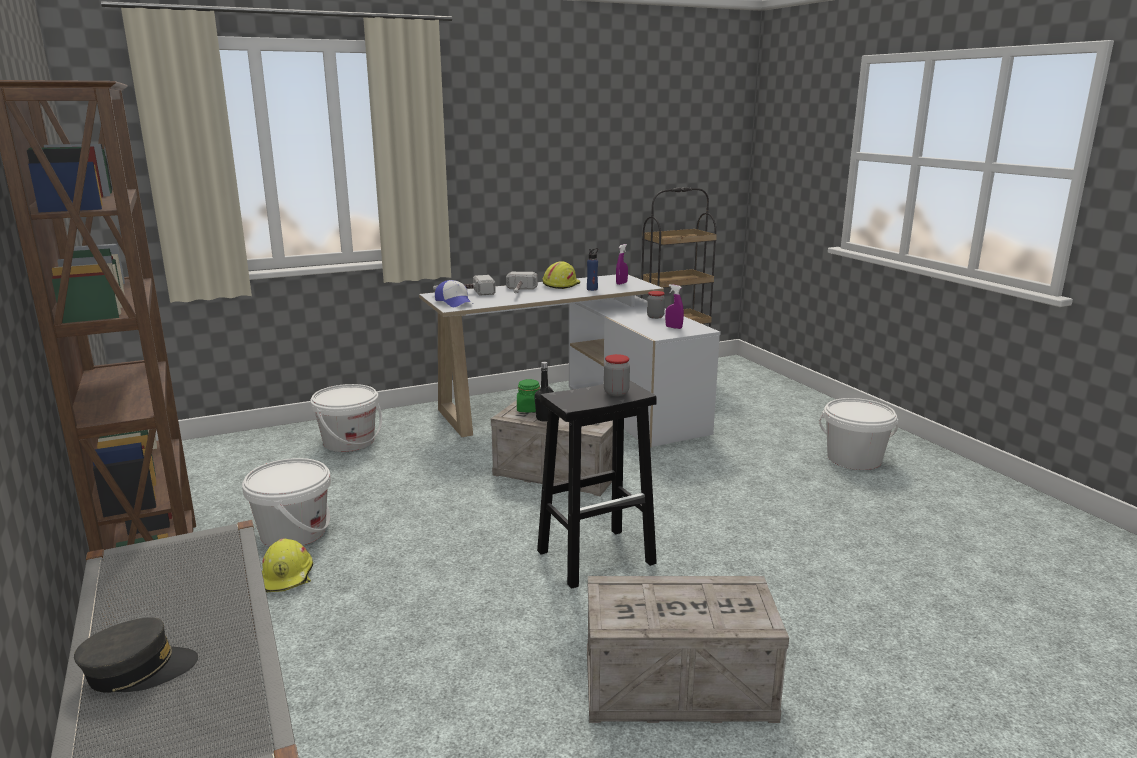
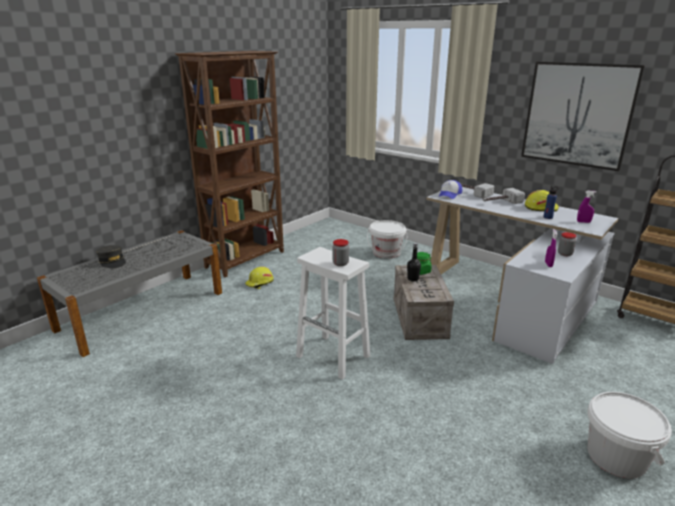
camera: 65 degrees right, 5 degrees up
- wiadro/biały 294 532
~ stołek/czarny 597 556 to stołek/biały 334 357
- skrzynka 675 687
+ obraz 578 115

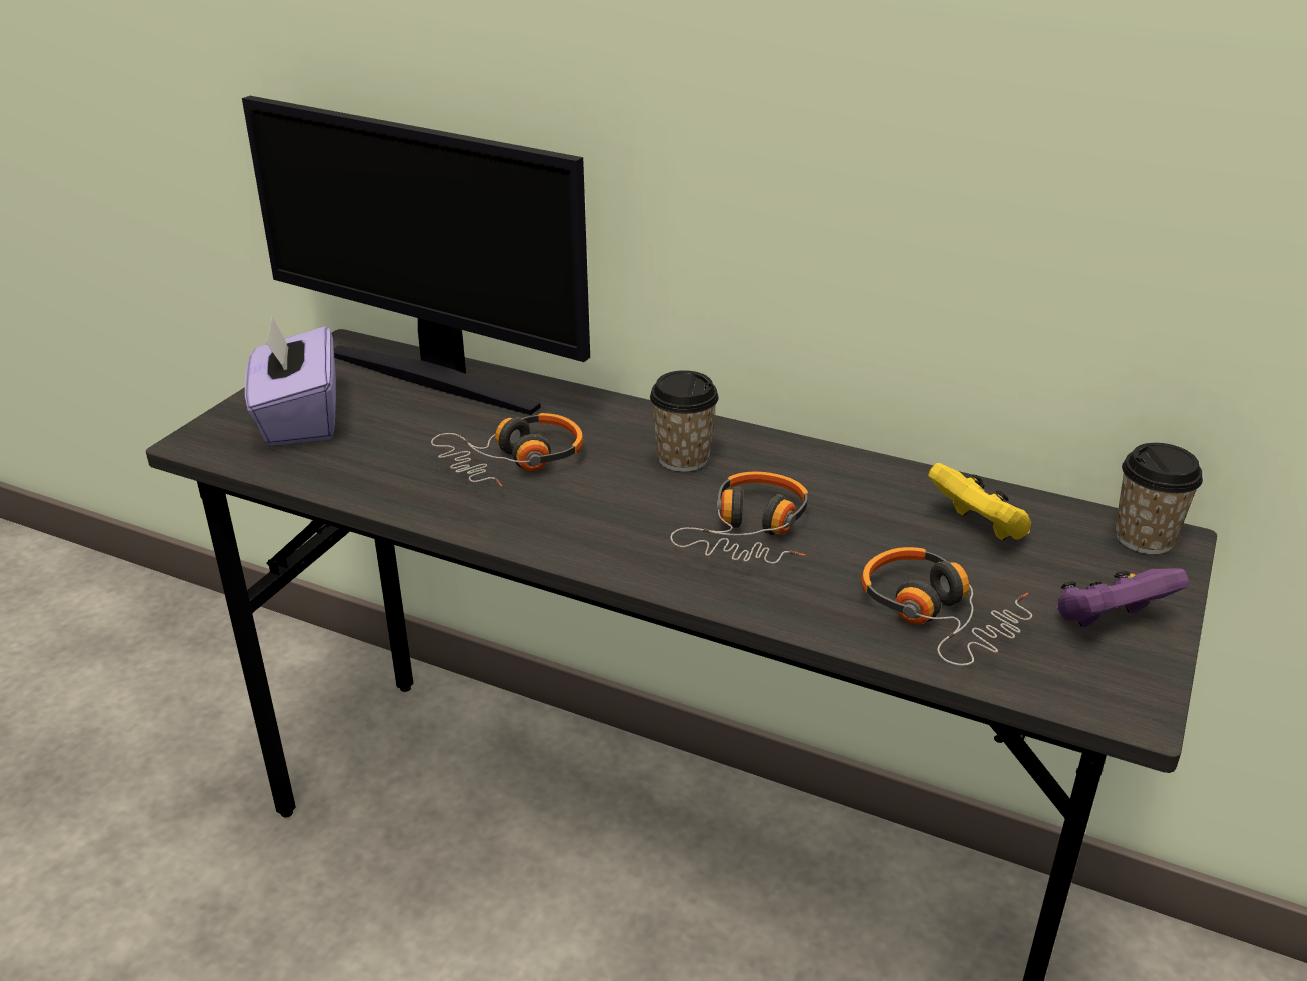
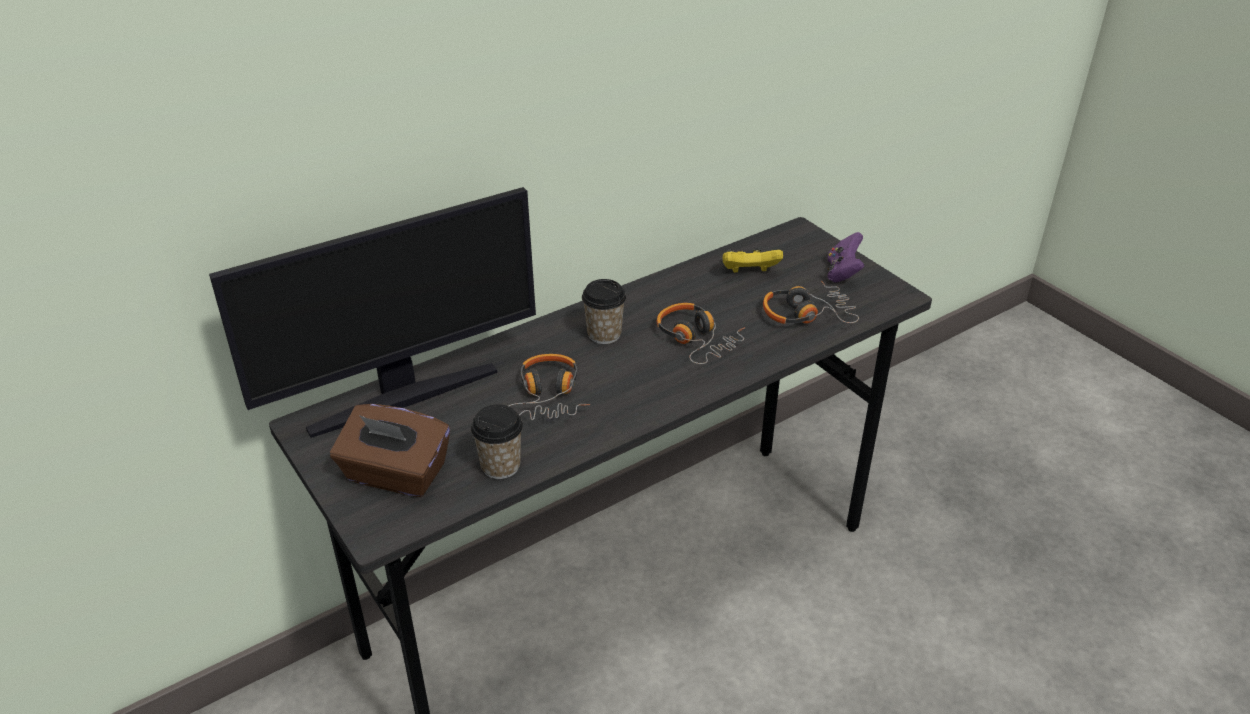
camera: 60 degrees left, 5 degrees up
~ pudełko chusteczek/fioletowy 299 419 to pudełko chusteczek/brązowy 395 474
~ filiżanka 1144 538 to 500 466

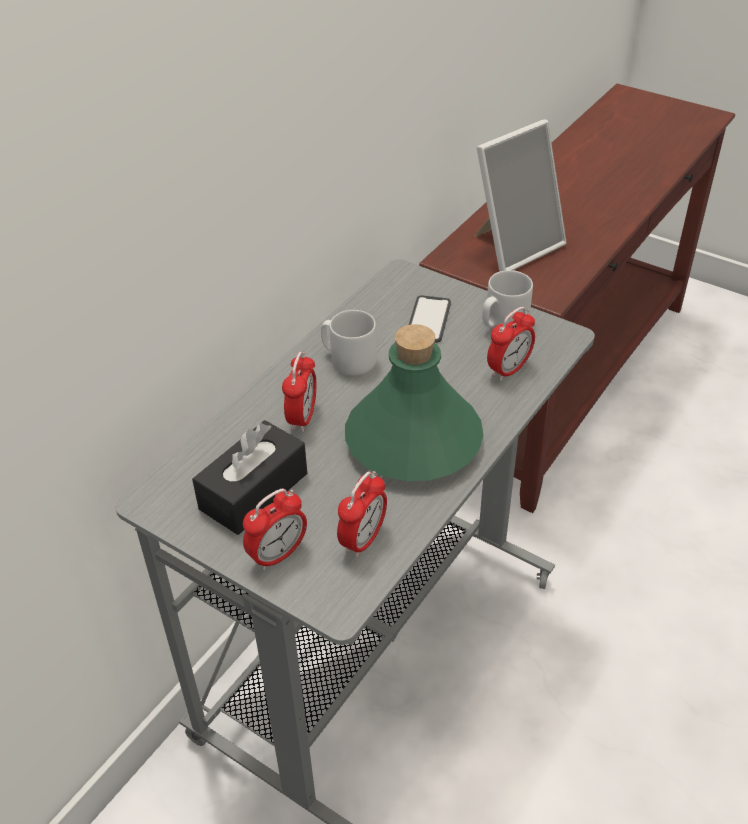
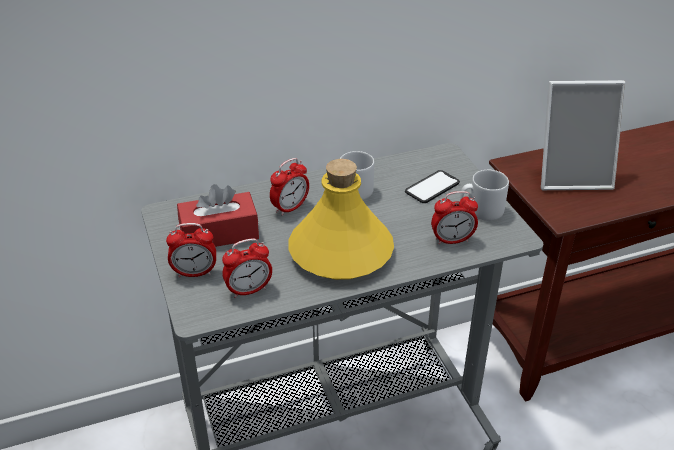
camera: 35 degrees right, 5 degrees down
~ pudełko chusteczek/czarny 254 491 to pudełko chusteczek/czerwony 219 234
~ butelka/zielony 413 440 to butelka/żółty 341 251

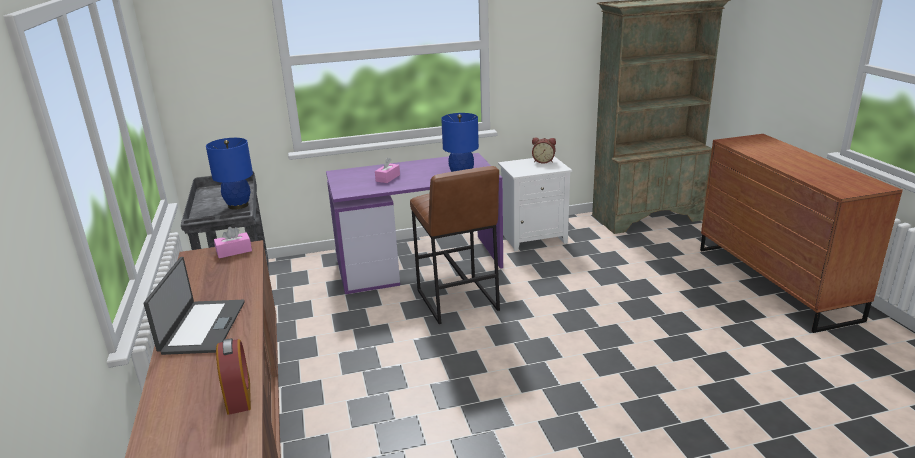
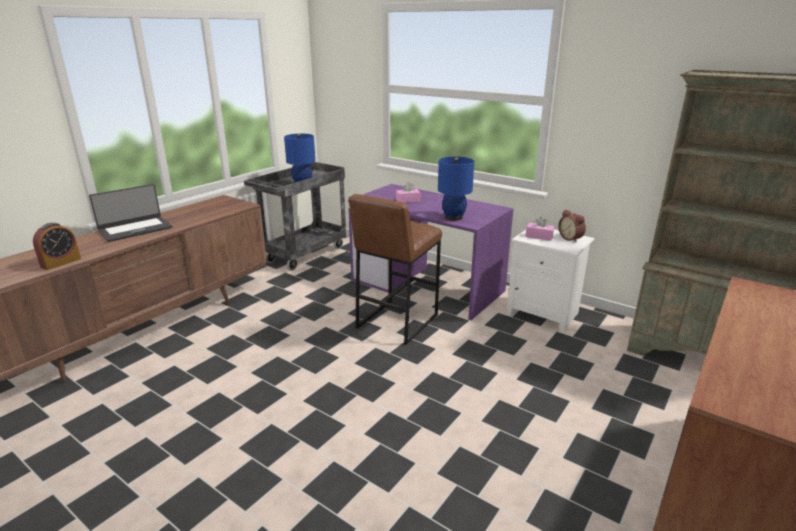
camera: 50 degrees right, 0 degrees up
~ pudełko chusteczek/różowy 234 251 to 539 236

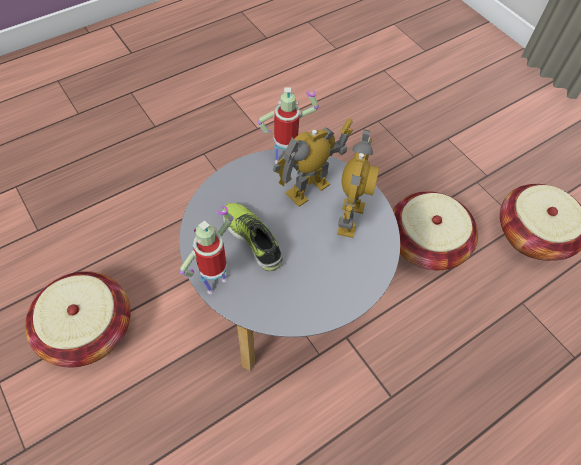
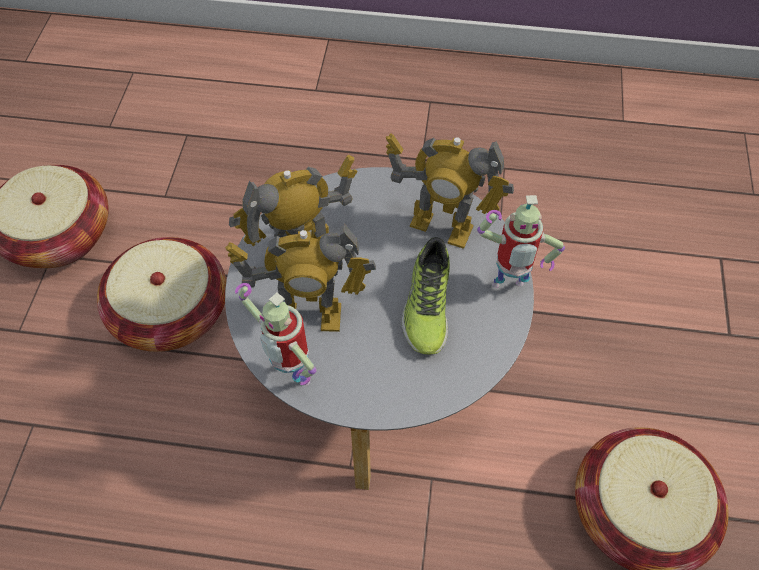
camera: 135 degrees left, 0 degrees up
+ robot zabawkowy 441 227

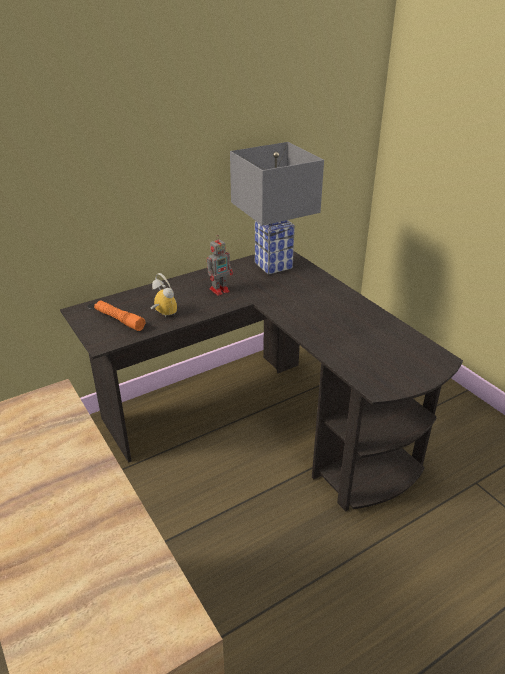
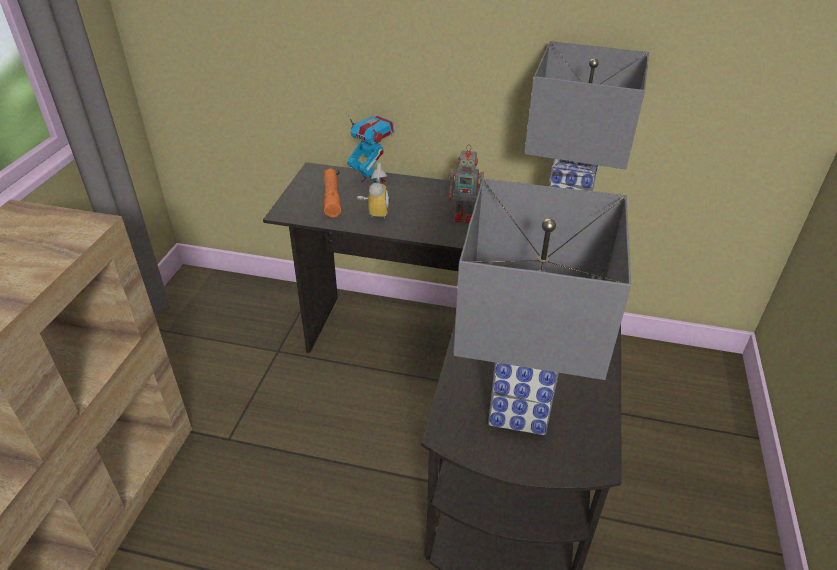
camera: 45 degrees right, 5 degrees up
+ robot zabawkowy 372 180
+ lampa stołowa/szary 520 410

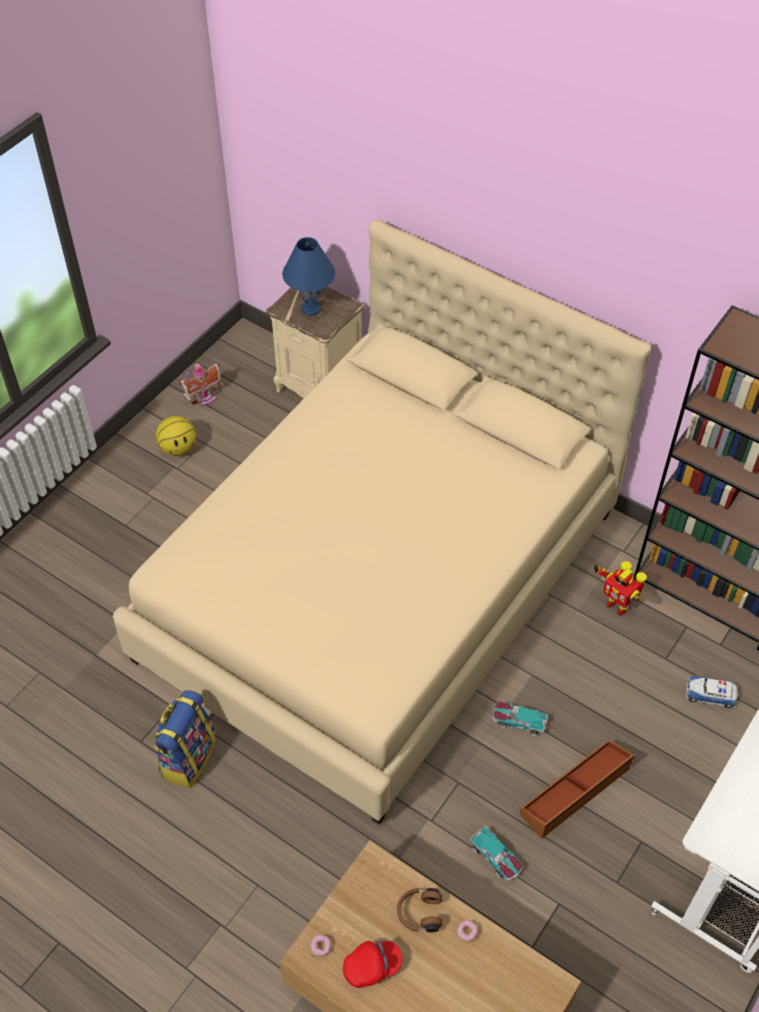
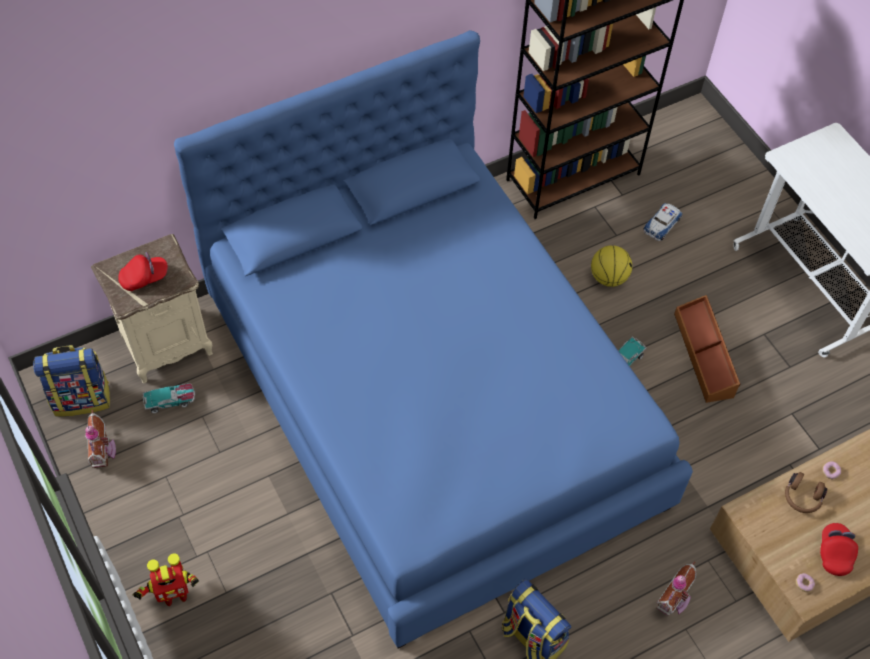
camera: 65 degrees left, 5 degrees up
~ łóżko/beżowy 380 584 to łóżko/niebieski 431 398
~ piłka do koszykówki 178 448 to 608 277
~ lampa stołowa/niebieski 311 308 to czapka z daszkiem/czerwony 144 278
~ samochodzik 496 857 to 170 400
~ robot zabawkowy 617 605 to 174 595
+ plecak 82 398
+ domek 675 600

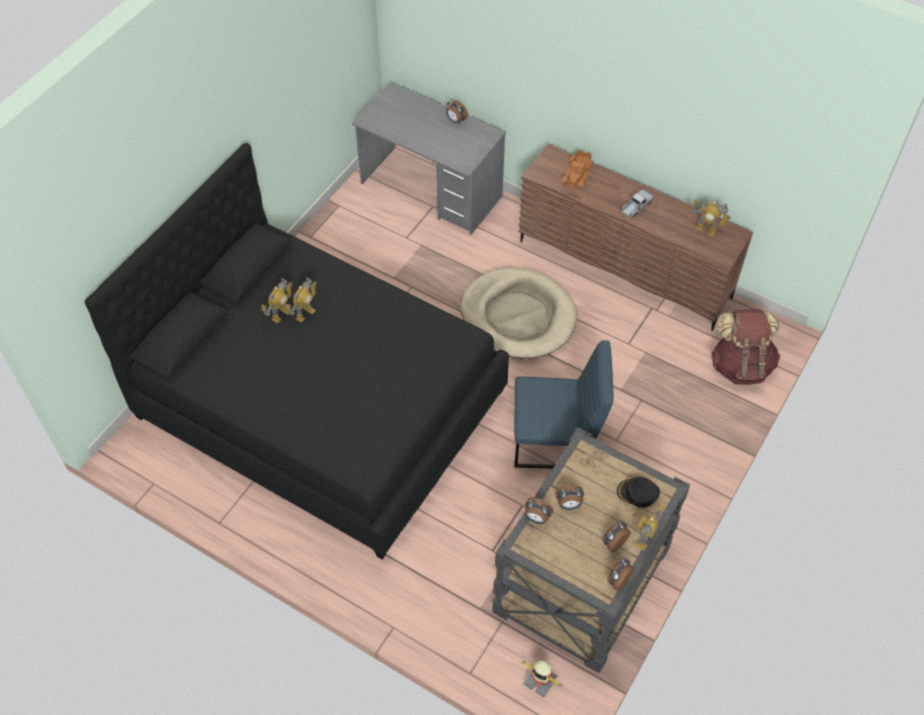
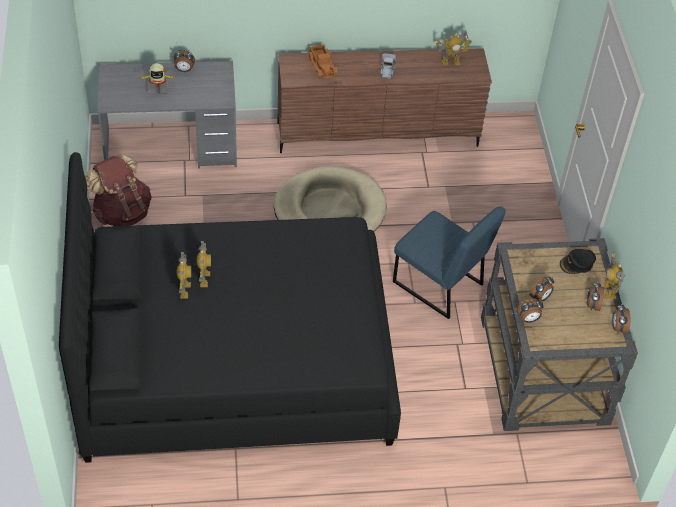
camera: 40 degrees left, 5 degrees down
~ krzesło/niebieski 556 441 = 439 285 75 degrees clockwise
~ robot zabawkowy 540 680 to 158 87
~ plecak/brązowy 740 365 to 121 212

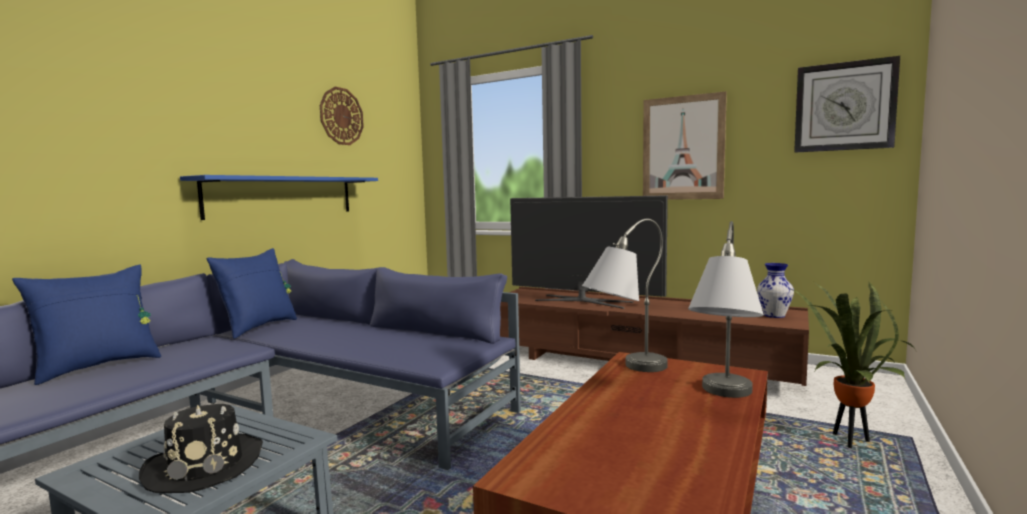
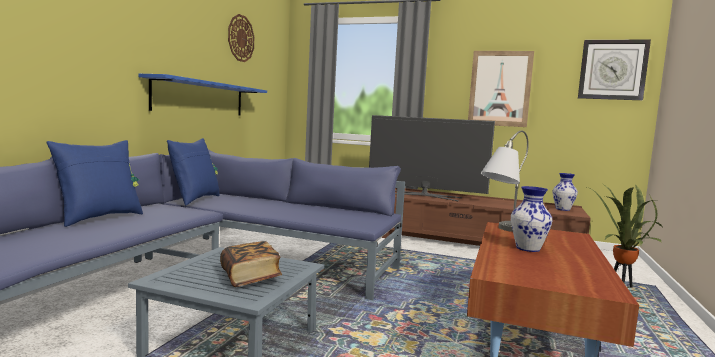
camera: 10 degrees left, 0 degrees up
~ kapelusz/czarny 206 465 to książka 250 277
- lampa stołowa/szary 723 400
+ wazon 527 248

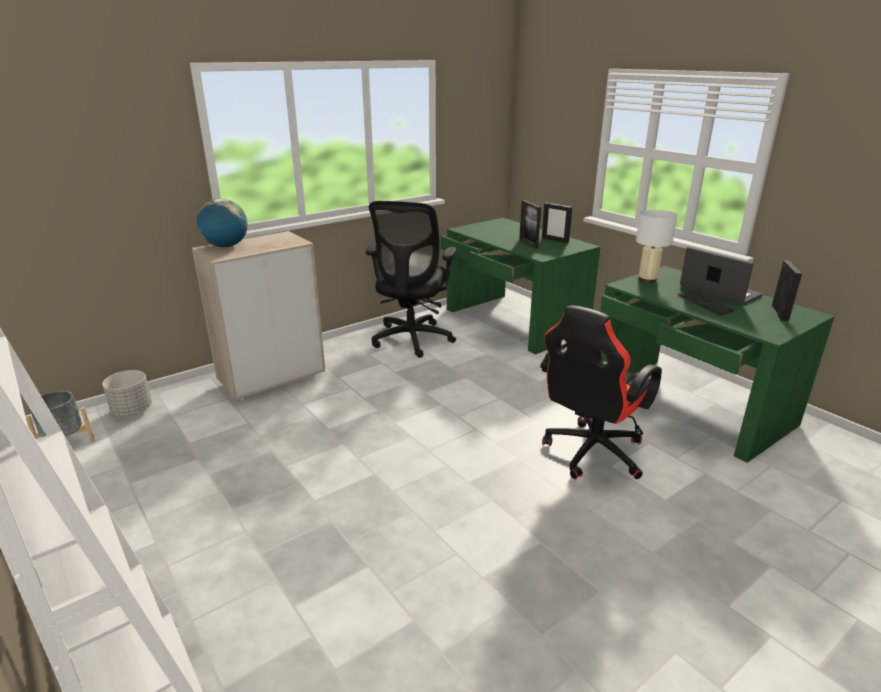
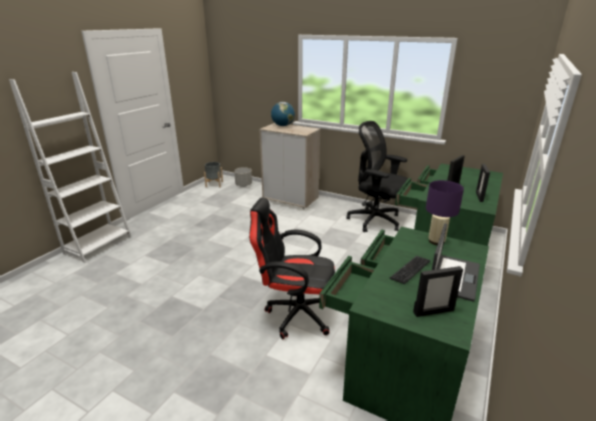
camera: 65 degrees right, 0 degrees up
~ krzesło biurowe/czarny 412 336 = 378 221 45 degrees clockwise
~ lampa stołowa/biały 648 279 to lampa stołowa/fioletowy 437 241

